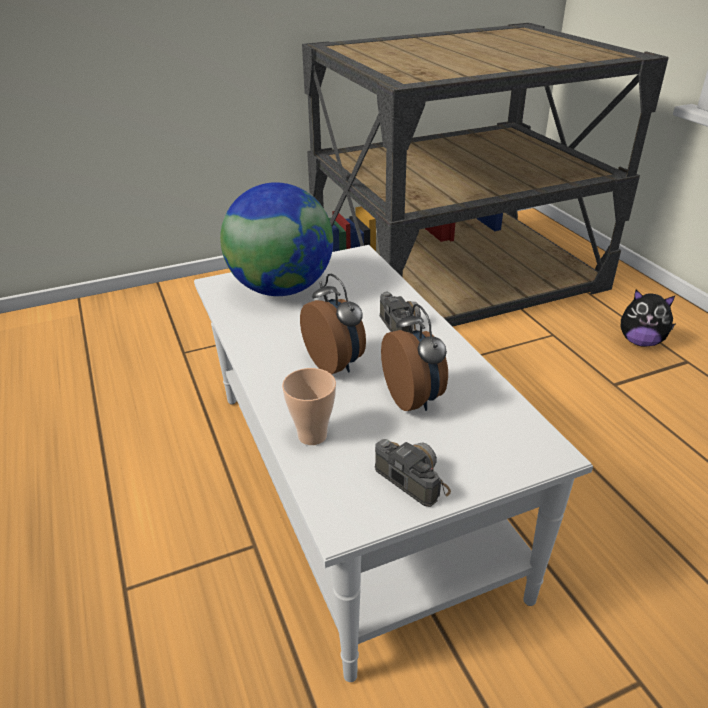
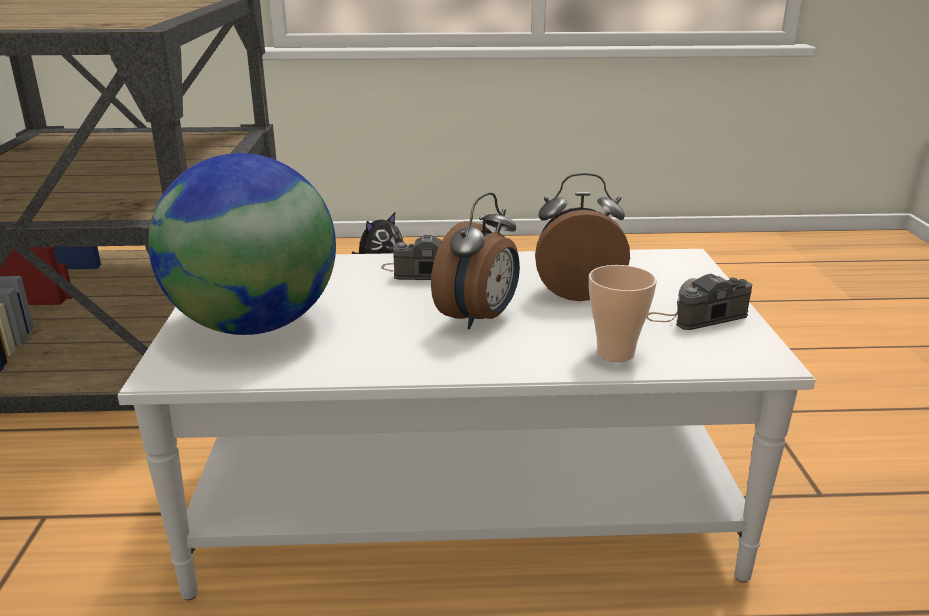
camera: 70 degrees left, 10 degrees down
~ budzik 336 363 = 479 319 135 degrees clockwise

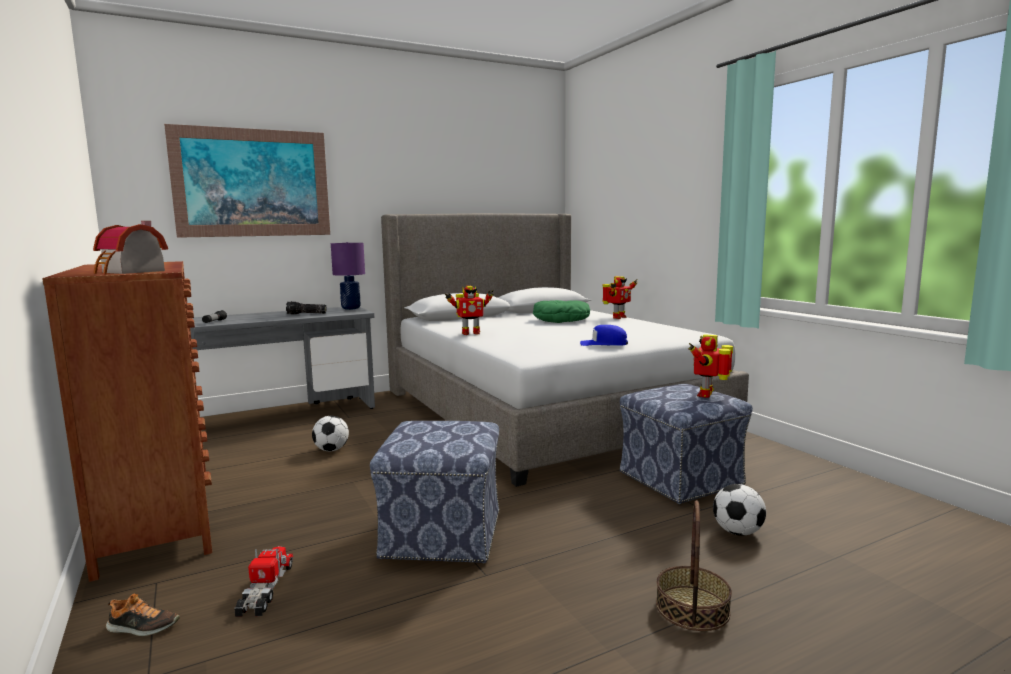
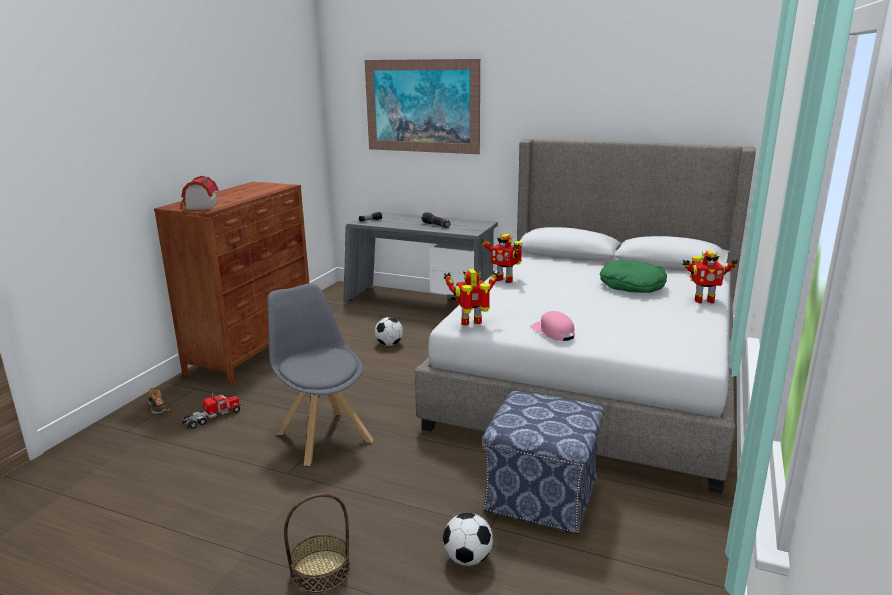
camera: 50 degrees right, 10 degrees up
- lampa stołowa/fioletowy 350 309
~ pufa 442 533 to krzesło/szary 322 435
~ czapka z daszkiem/niebieski 603 344 to czapka z daszkiem/różowy 552 332
~ robot zabawkowy 707 394 to 472 323

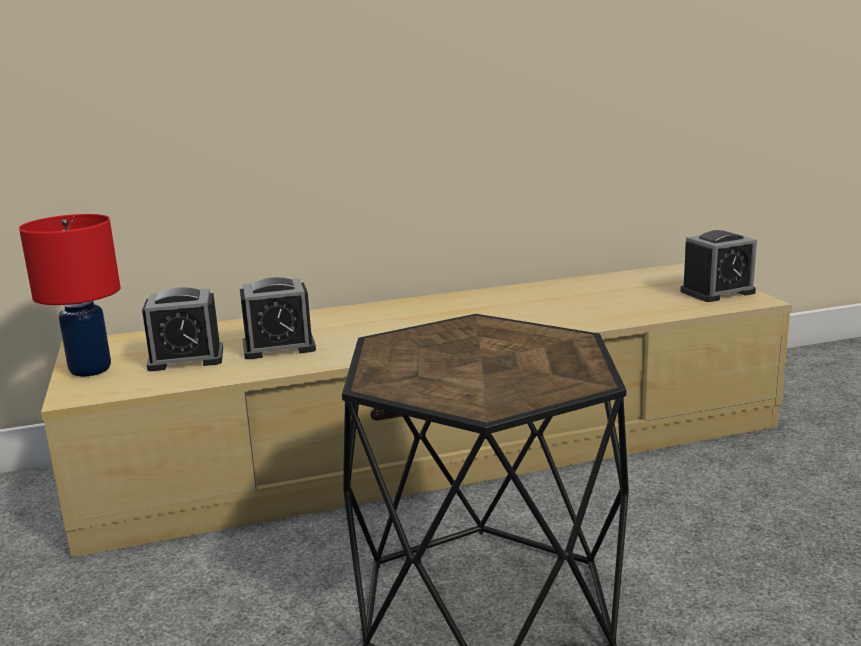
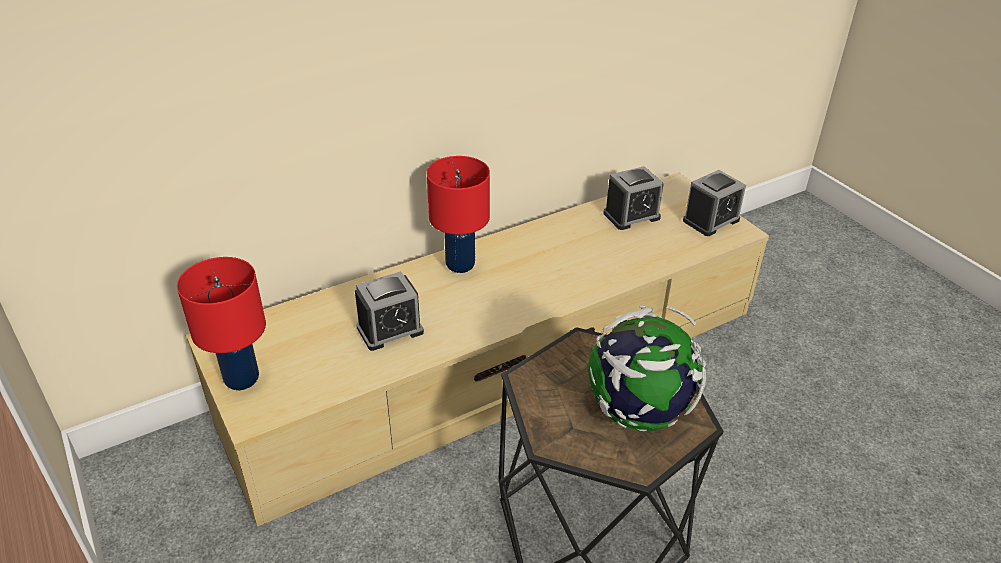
camera: 15 degrees left, 20 degrees up
~ budzik 186 359 to 631 216
+ lampa stołowa/czerwony 461 266
+ globus 637 413

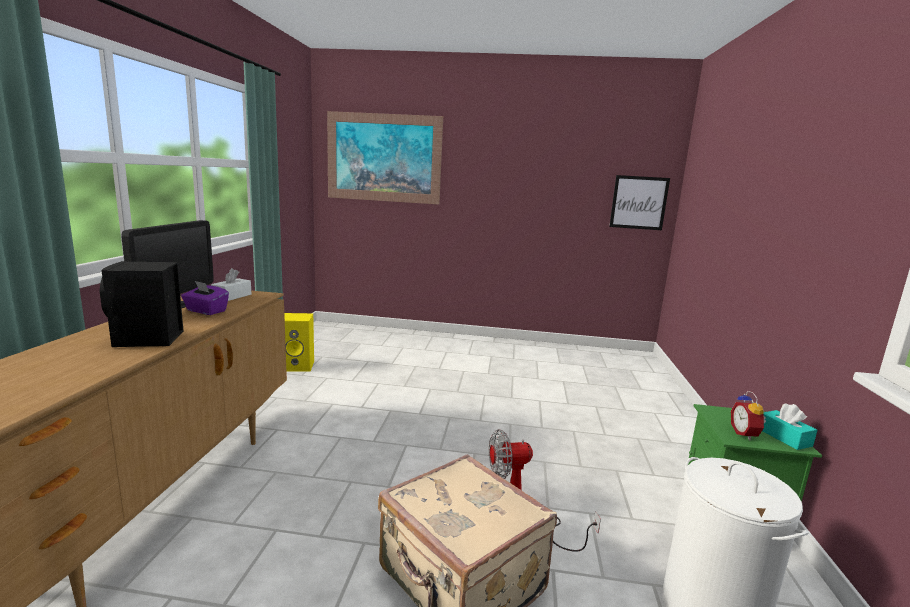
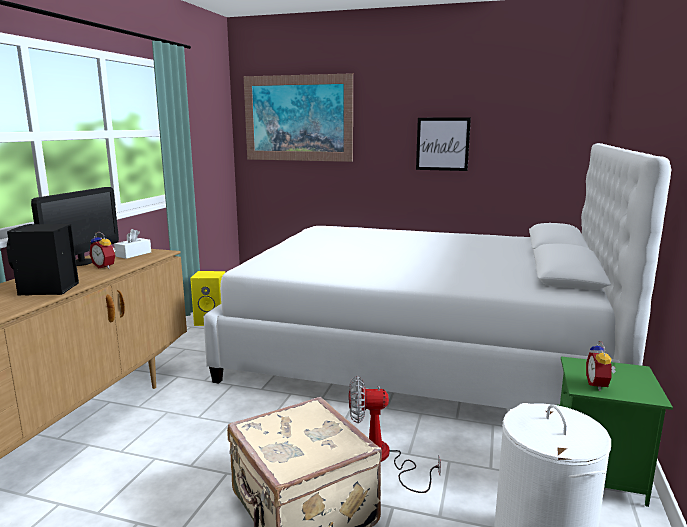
camera: 10 degrees right, 0 degrees up
~ pudełko chusteczek/fioletowy 206 311 to budzik 105 266
~ obraz 638 202 to 442 144
- pudełko chusteczek/turkusowy 784 437
+ łóżko/biały 419 353

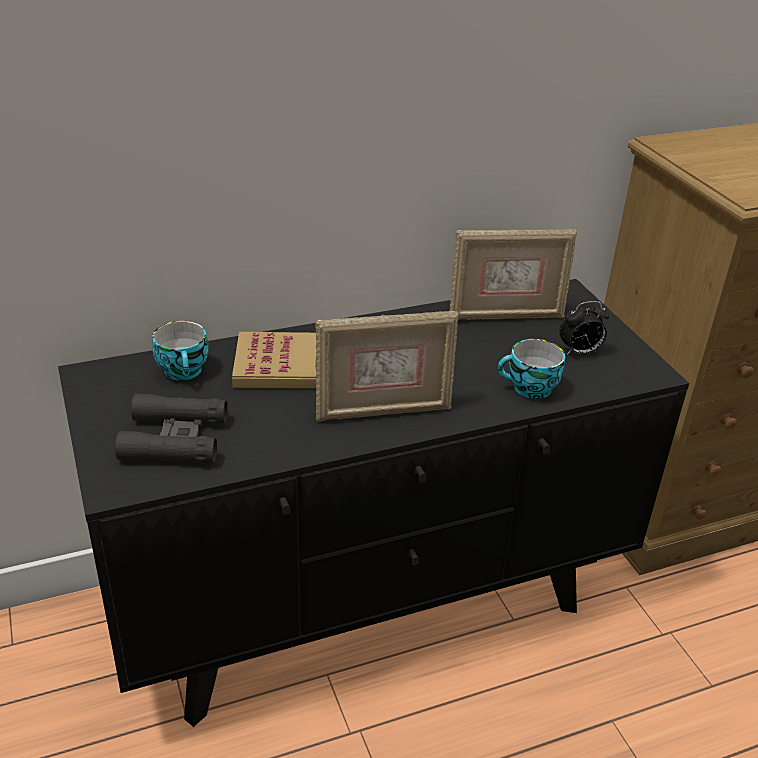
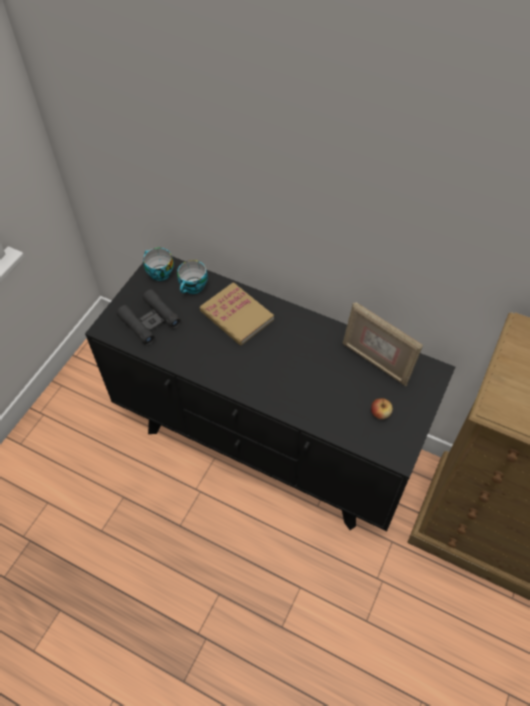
camera: 50 degrees right, 20 degrees up
- ramka na zdjęcie 383 411
~ filiżanka 529 389 to 159 273
~ budzik 579 352 to jabłko 380 413

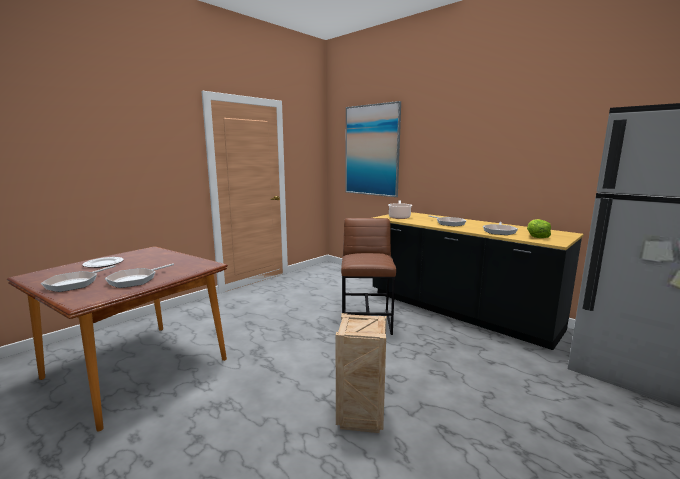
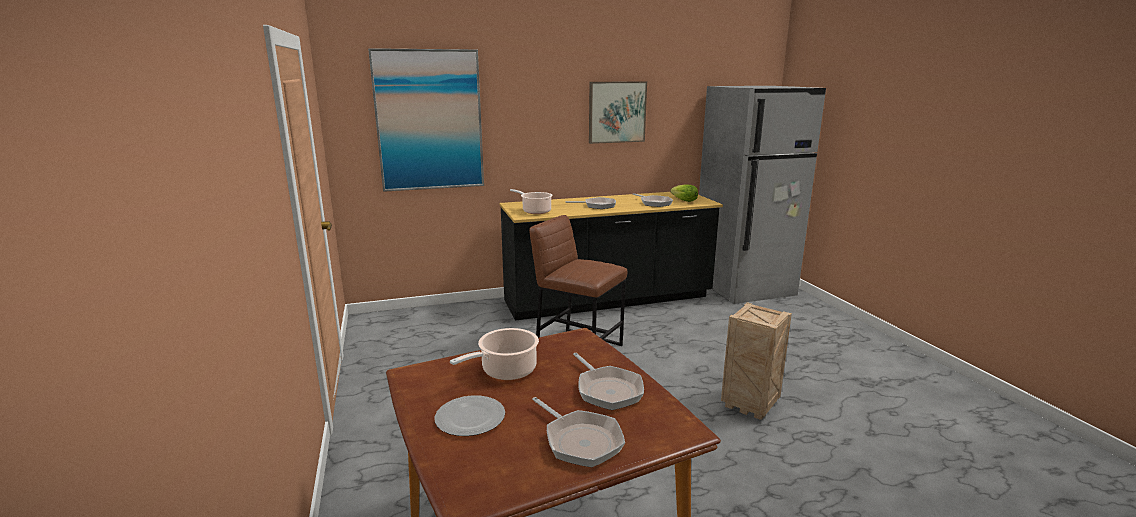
camera: 60 degrees left, 5 degrees up
+ garnek 506 371
+ obraz 617 112

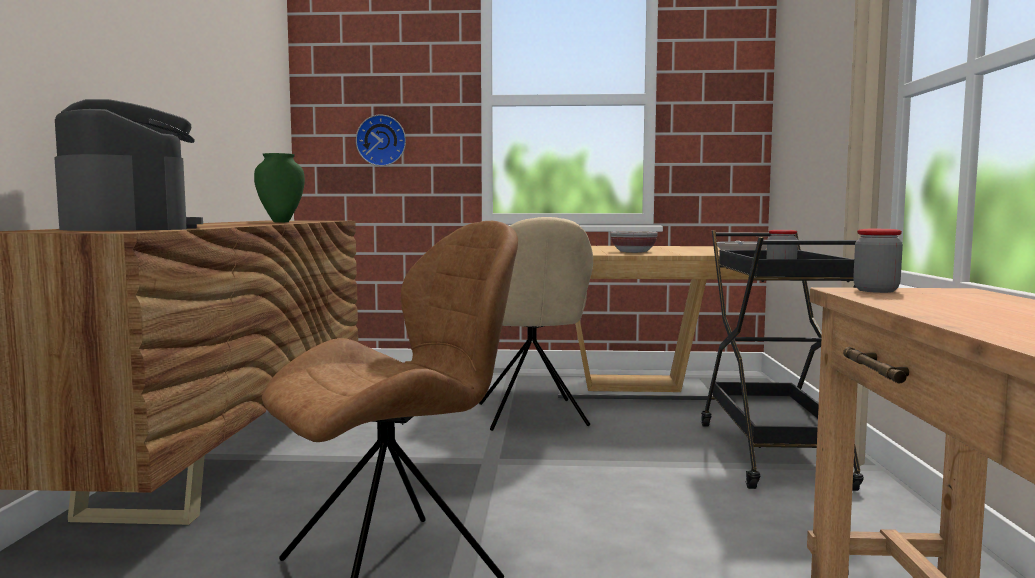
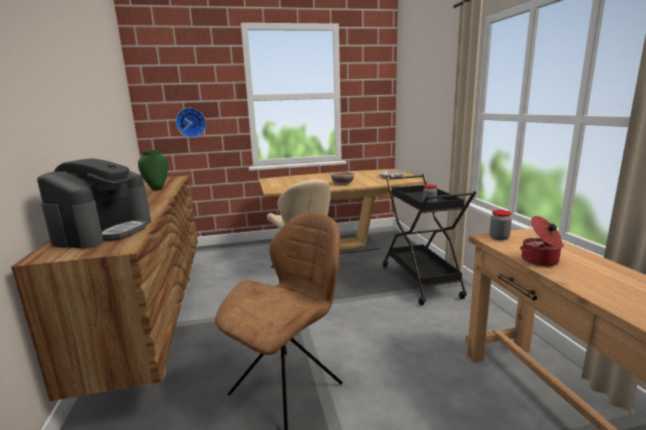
camera: 15 degrees left, 10 degrees up
~ ekspres do kawy 130 228 = 104 231 60 degrees clockwise
+ garnek 540 261

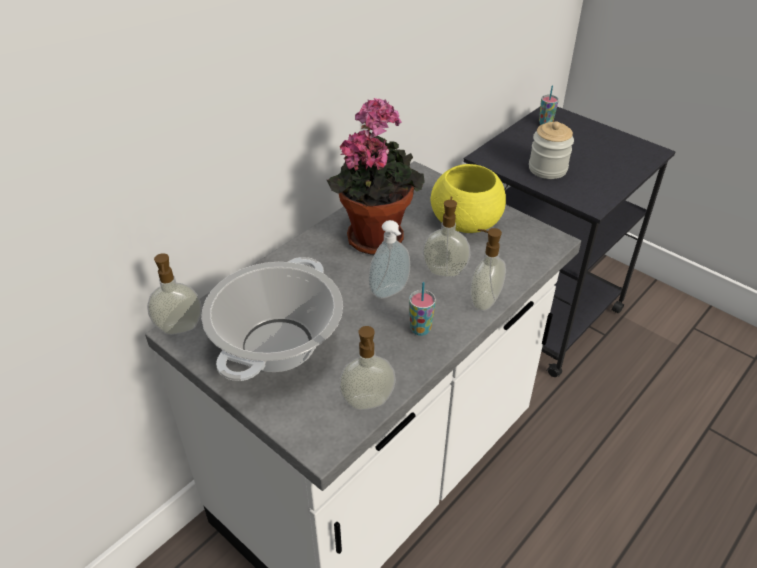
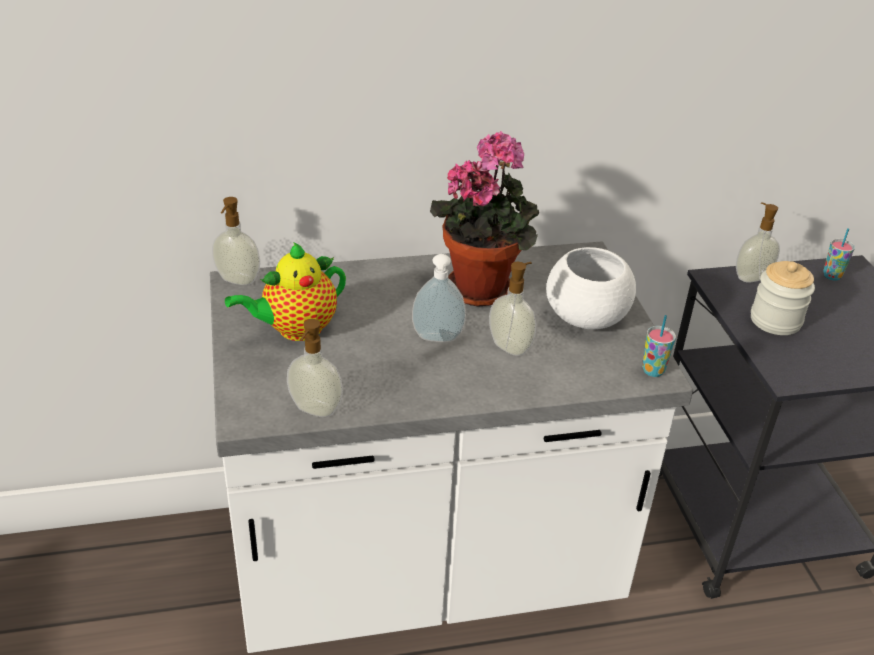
camera: 35 degrees right, 5 degrees down
~ garnek 277 345 to imbryk 295 329
~ filiżanka 420 329 to 653 370
~ miska/żółty 466 222 to miska/biały 586 317
~ dozownik mydła 483 301 to 751 277

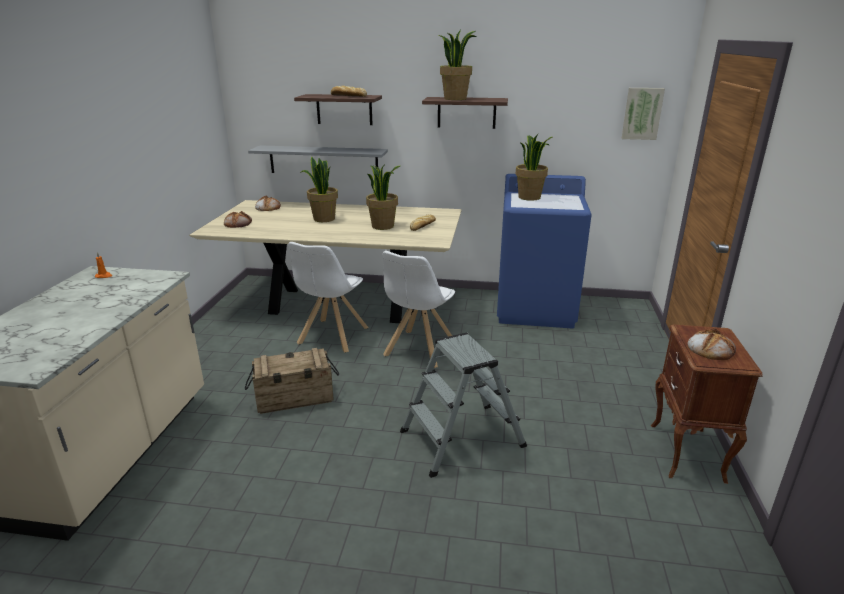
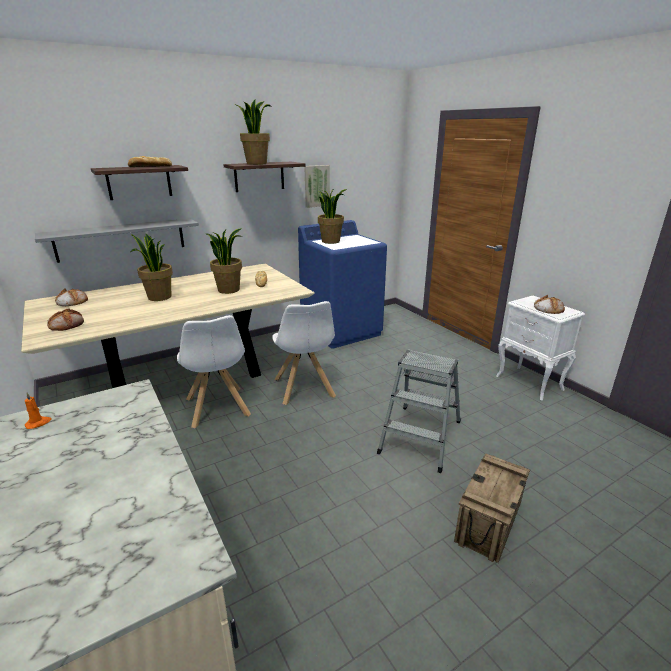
camera: 40 degrees left, 0 degrees up
~ skrzynka 294 398 to 489 523
~ obraz 642 113 to 316 186
~ szafka nocna/brązowy 687 453 to szafka nocna/biały 529 383

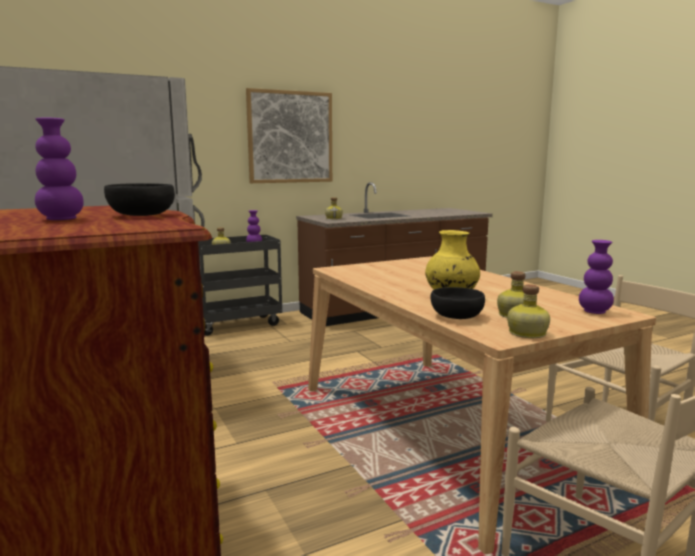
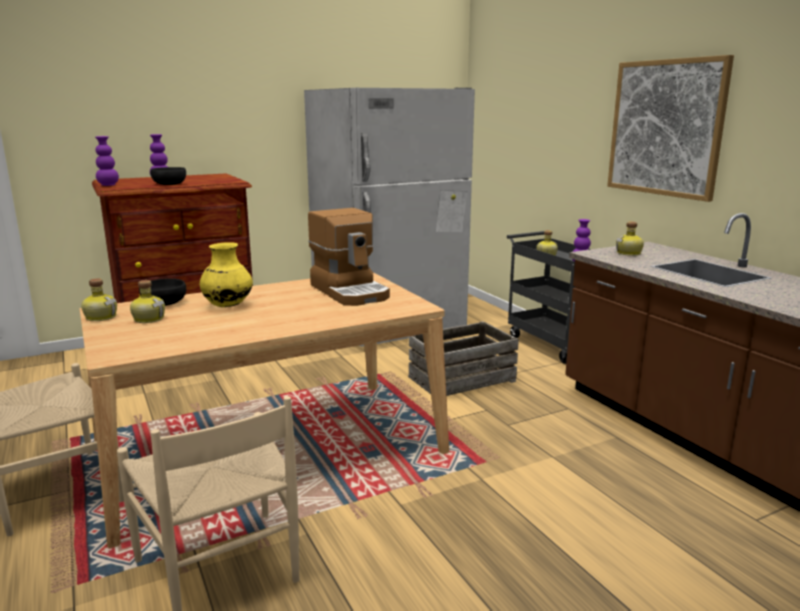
camera: 90 degrees right, 5 degrees up
~ wazon/fioletowy 594 312 to 108 185
+ ekspres do kawy 351 291
+ skrzynka 462 379

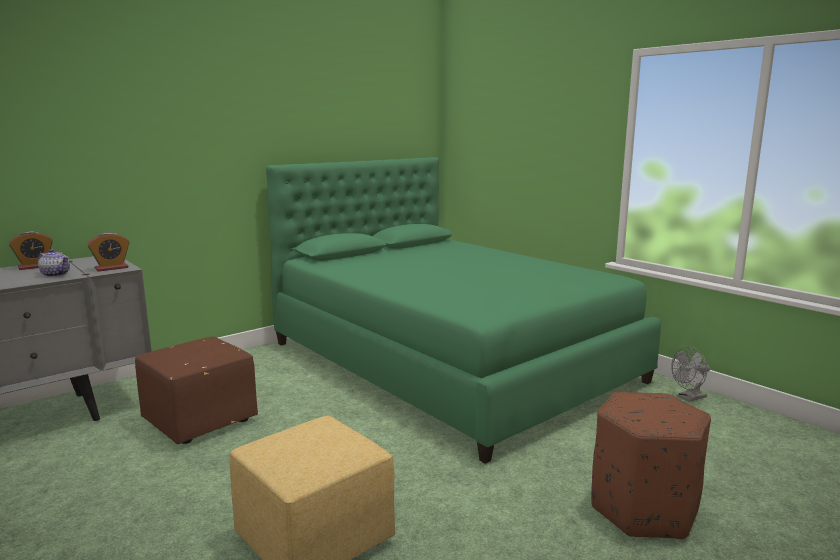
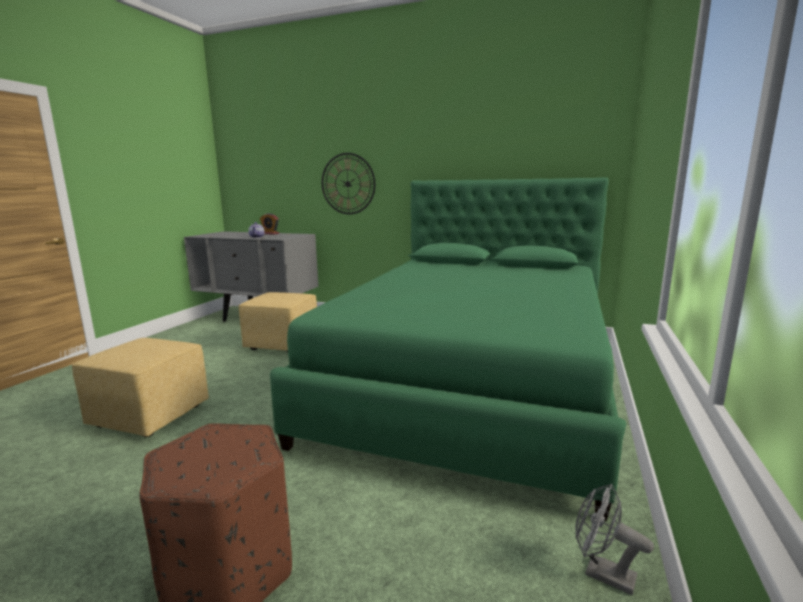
camera: 60 degrees right, 0 degrees up
- budzik 111 268
~ pufa/brązowy 200 422 to pufa/żółty 281 344
+ zegar ścienny 348 184

